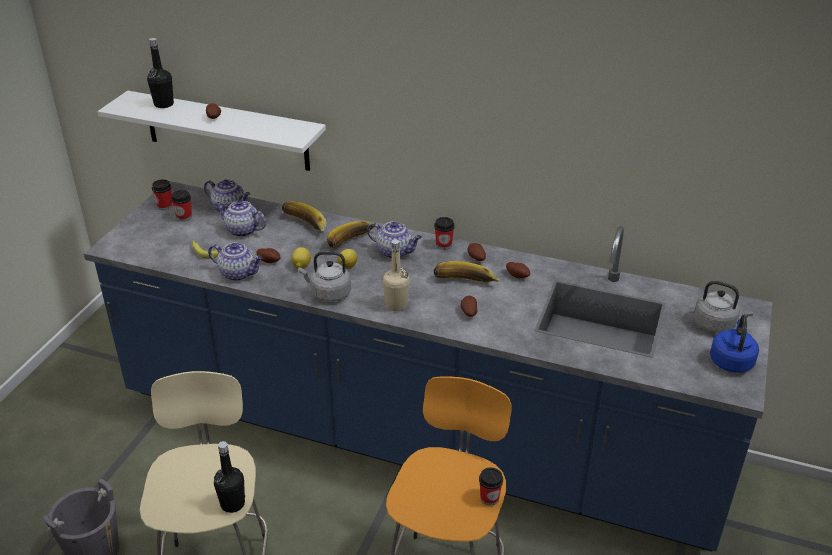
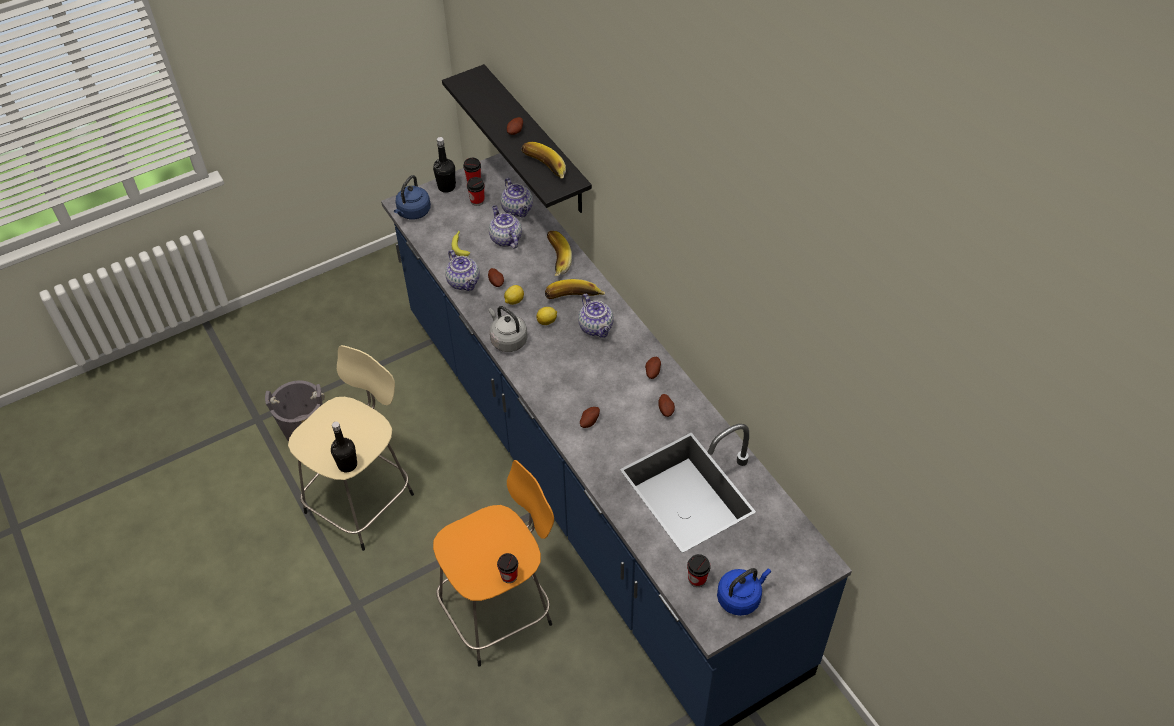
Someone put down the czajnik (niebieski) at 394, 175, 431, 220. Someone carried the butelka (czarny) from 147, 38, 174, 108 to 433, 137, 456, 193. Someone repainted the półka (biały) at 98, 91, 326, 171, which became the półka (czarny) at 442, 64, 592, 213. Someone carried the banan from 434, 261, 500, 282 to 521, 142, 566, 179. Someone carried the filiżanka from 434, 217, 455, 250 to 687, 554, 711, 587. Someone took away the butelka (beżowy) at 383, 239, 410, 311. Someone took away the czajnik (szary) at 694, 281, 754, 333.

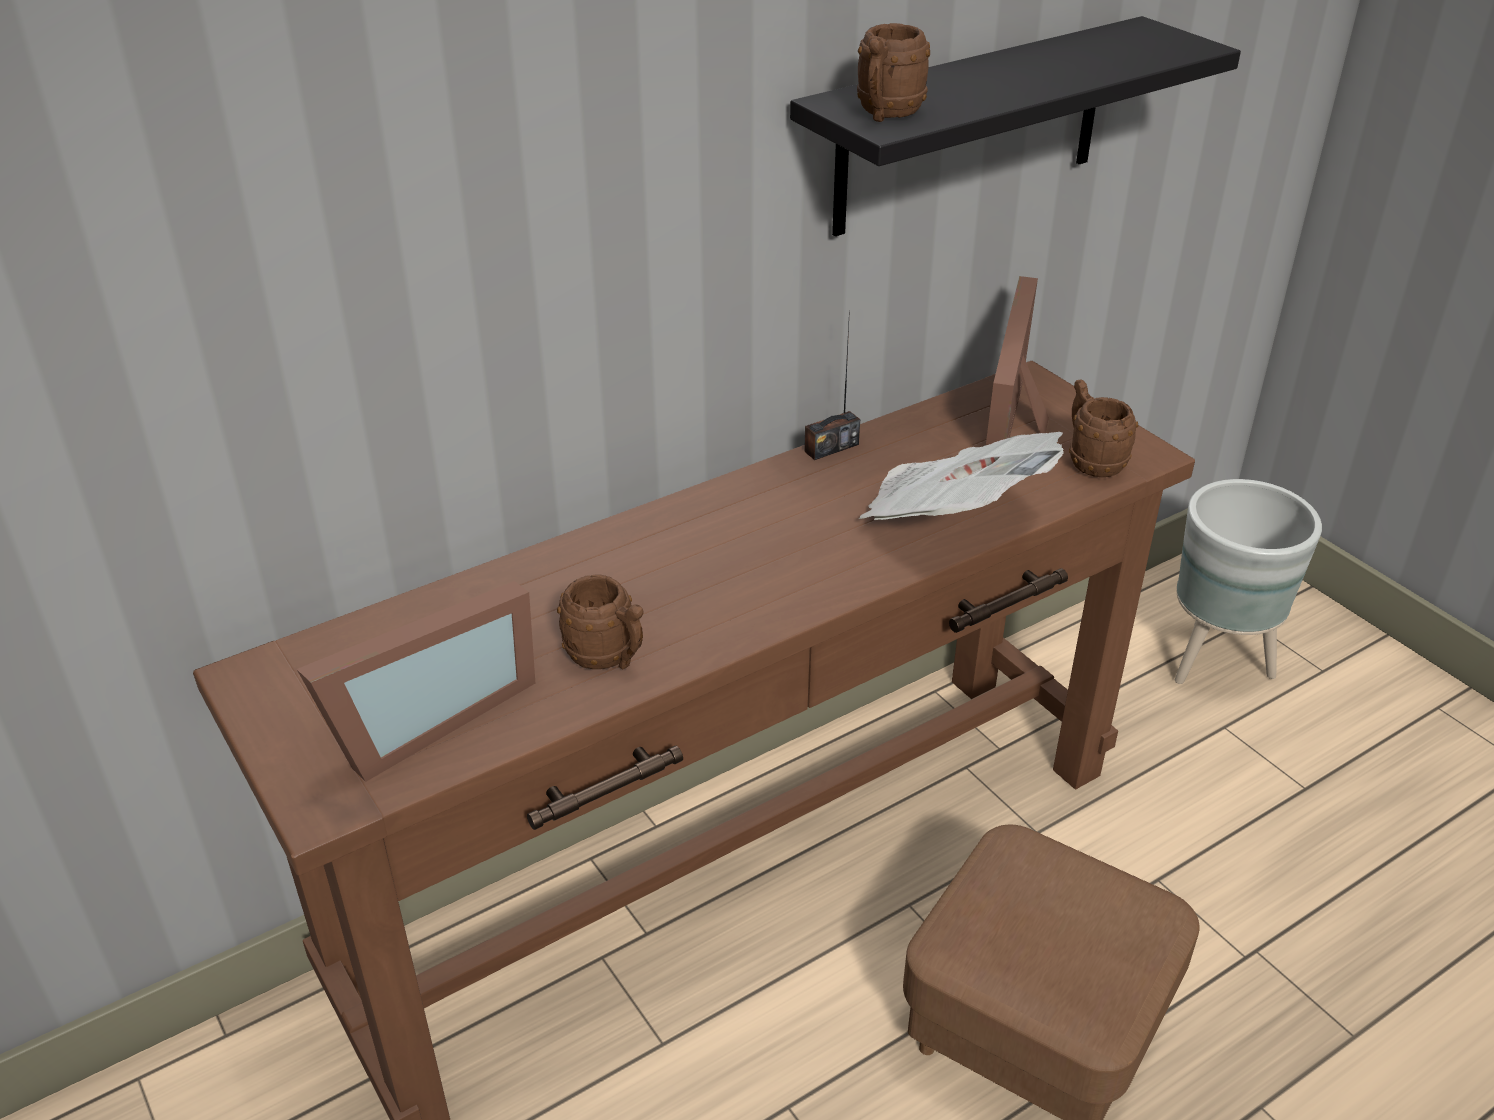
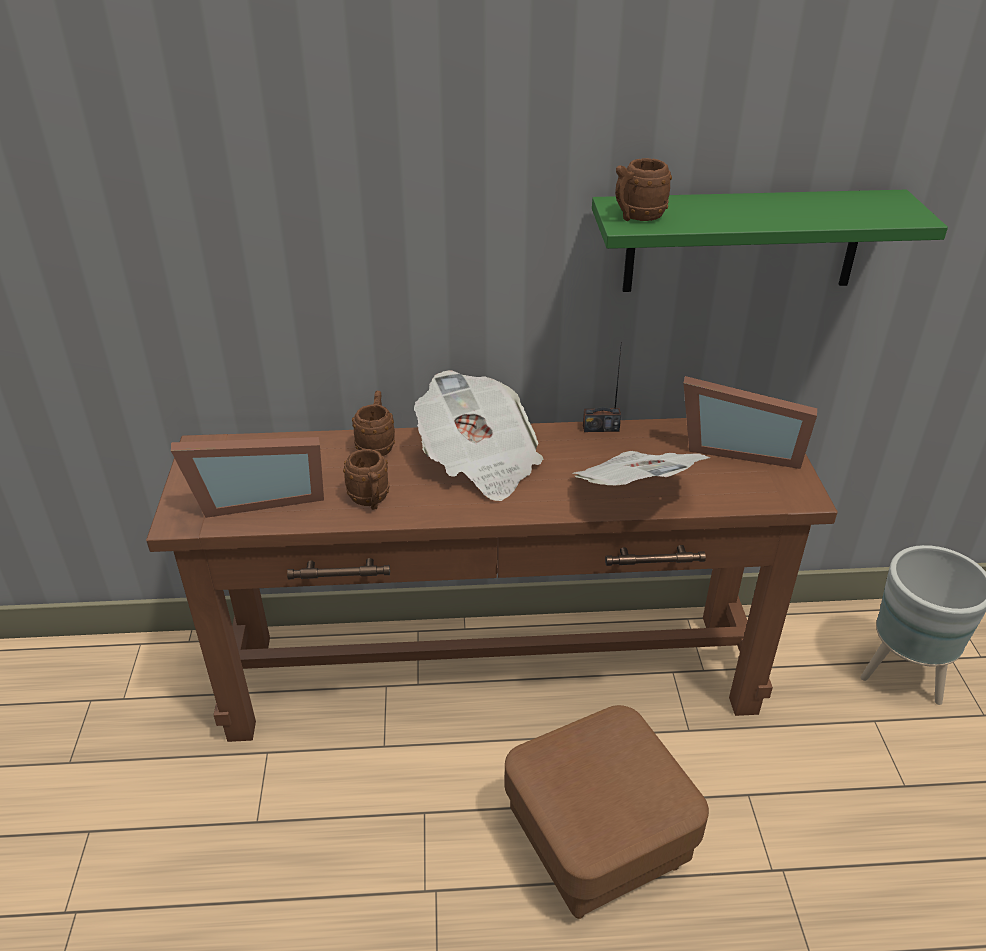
Someone carried the kubek (brązowy) from 1069, 379, 1138, 477 to 352, 391, 395, 456. Someone put down the gazeta at 414, 370, 543, 501. Someone repainted the półka (czarny) at 790, 16, 1241, 236, which became the półka (zielony) at 592, 190, 948, 292. Someone rotated the ramka na zdjęcie at 986, 276, 1049, 445 by 120 degrees counterclockwise.

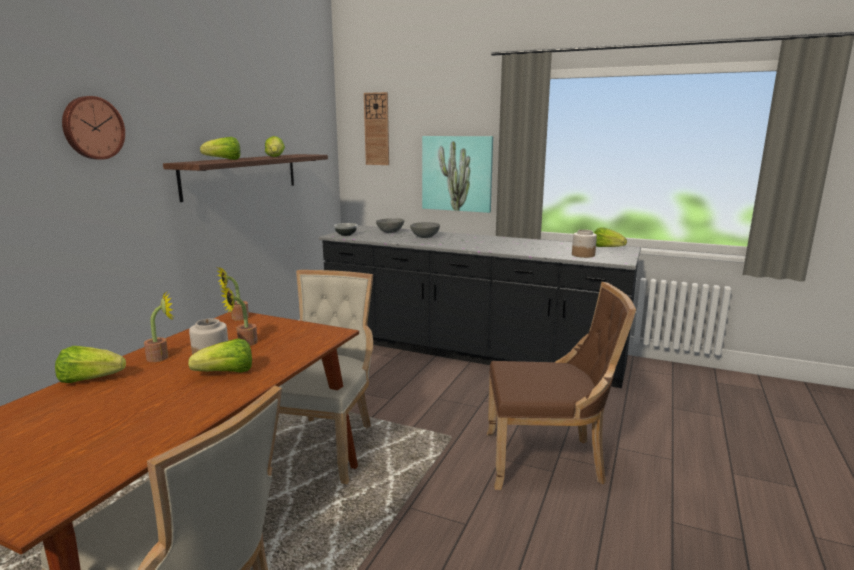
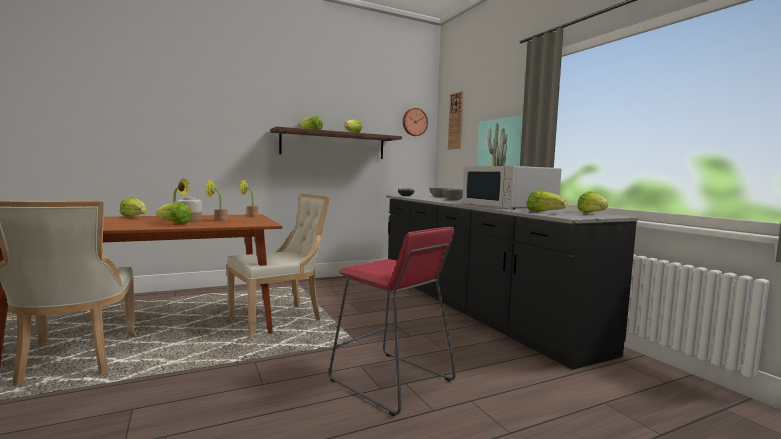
Someone swapped the krzesło (brązowy) at 487, 282, 636, 490 for the stołek (czerwony) at 329, 227, 456, 416. Someone carried the zegar ścienny from 62, 96, 125, 160 to 403, 108, 428, 136. Someone put down the mikrofalówka (biały) at 462, 166, 561, 210. Someone swapped the słoik at 572, 230, 597, 258 for the sałata at 527, 190, 567, 212.

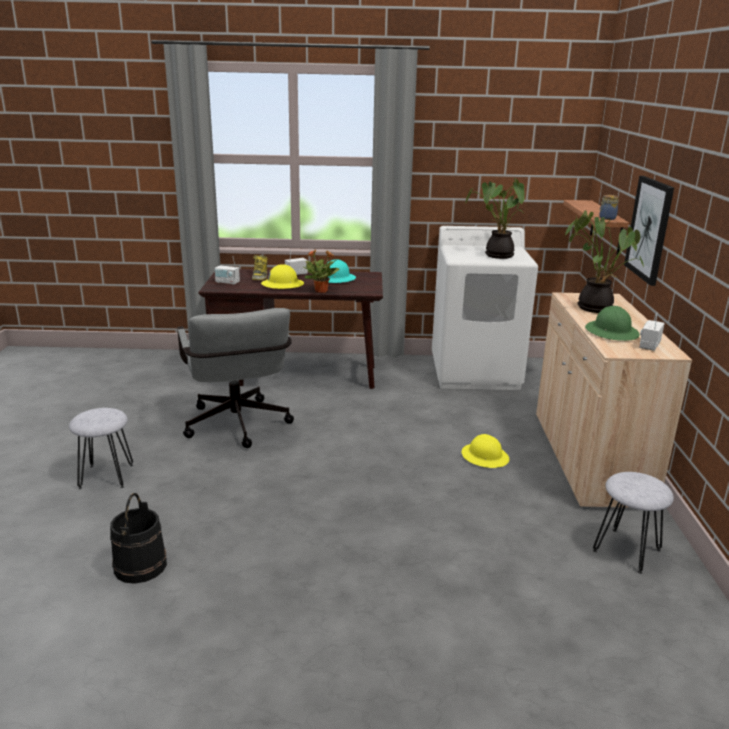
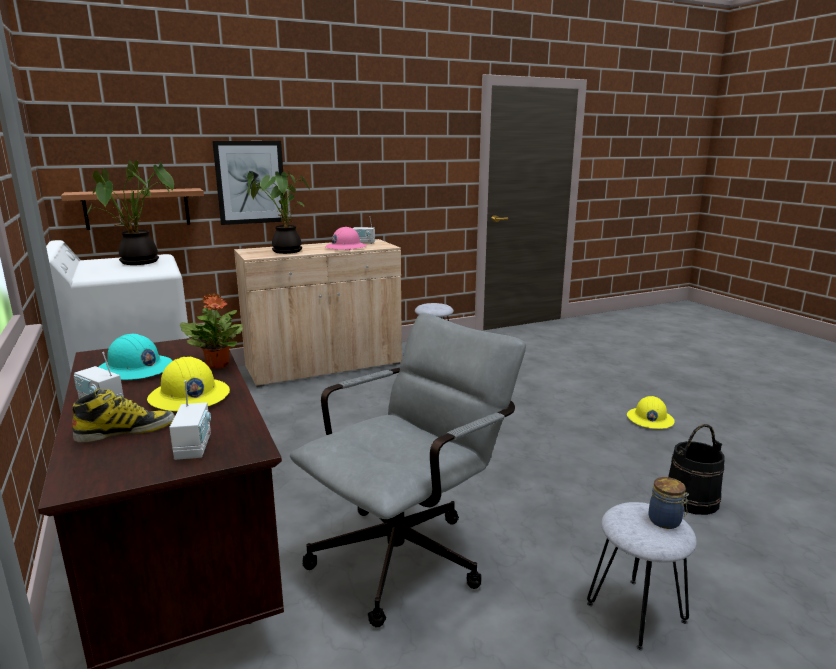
Someone repainted the kask (zielony) at 585, 306, 640, 341, which became the kask (różowy) at 325, 227, 367, 250. Someone carried the kask (żółty) from 461, 434, 509, 468 to 627, 396, 675, 429. Someone carried the słoik from 599, 195, 619, 220 to 649, 477, 689, 529.

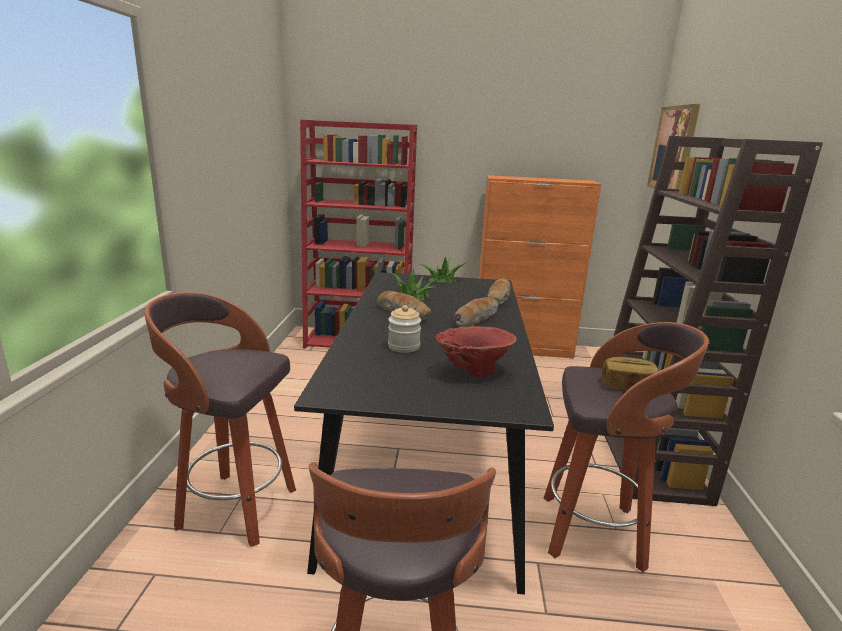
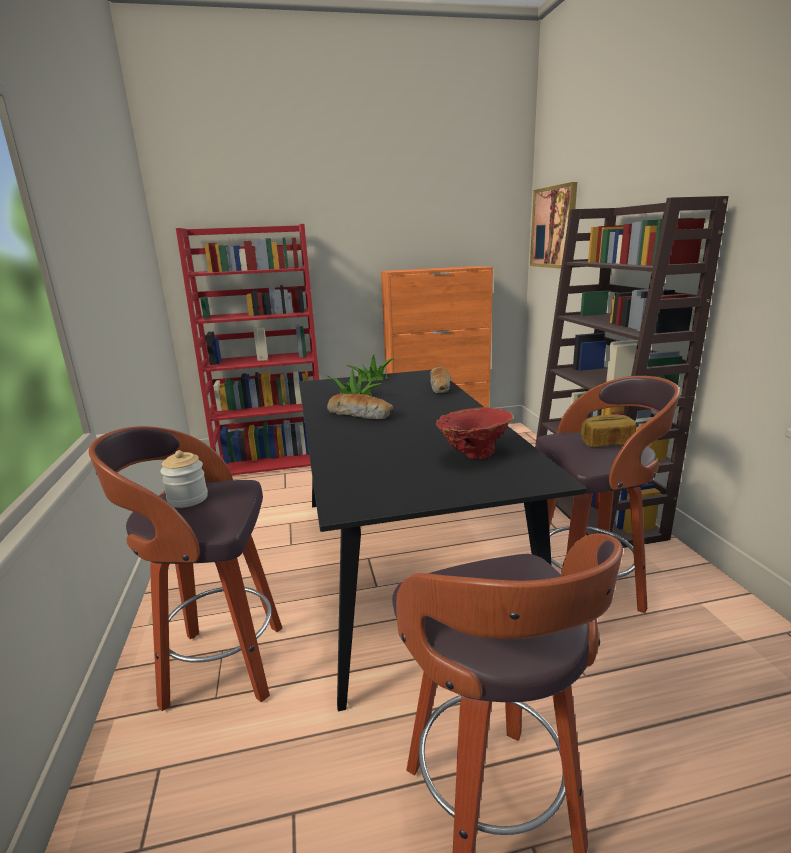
Someone carried the słoik from 388, 305, 421, 353 to 160, 450, 208, 508. Someone took away the chleb at 454, 297, 498, 327.

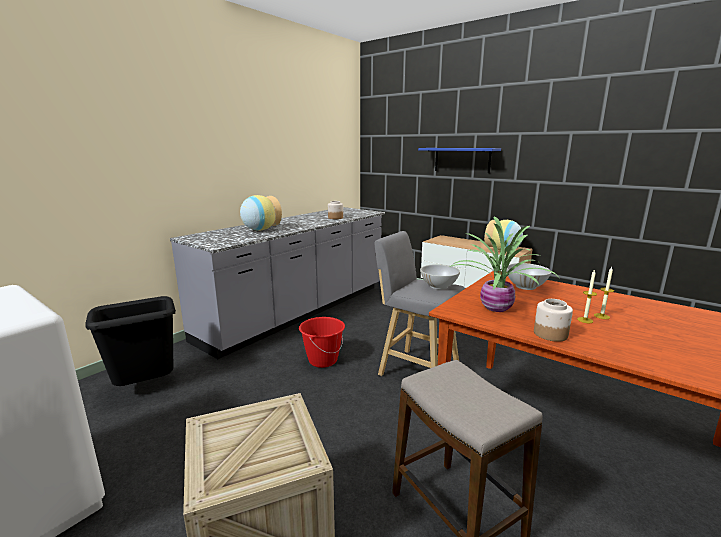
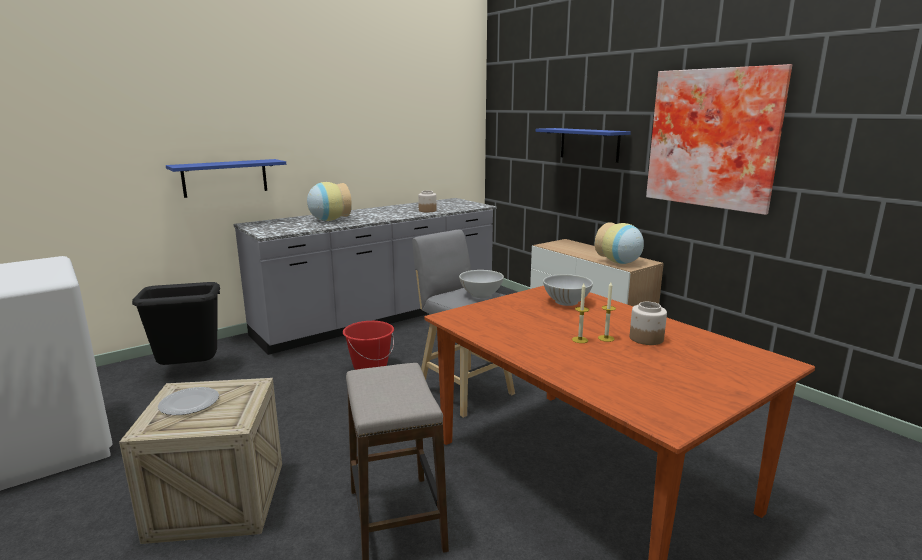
Someone put down the talerz at 158, 387, 219, 415. Someone put up the półka (niebieski) at 166, 159, 286, 198. Someone carried the słoik from 534, 299, 573, 342 to 630, 302, 667, 345. Someone put up the obraz at 646, 64, 792, 215. Someone took away the roślina doniczkowa at 450, 217, 558, 312.

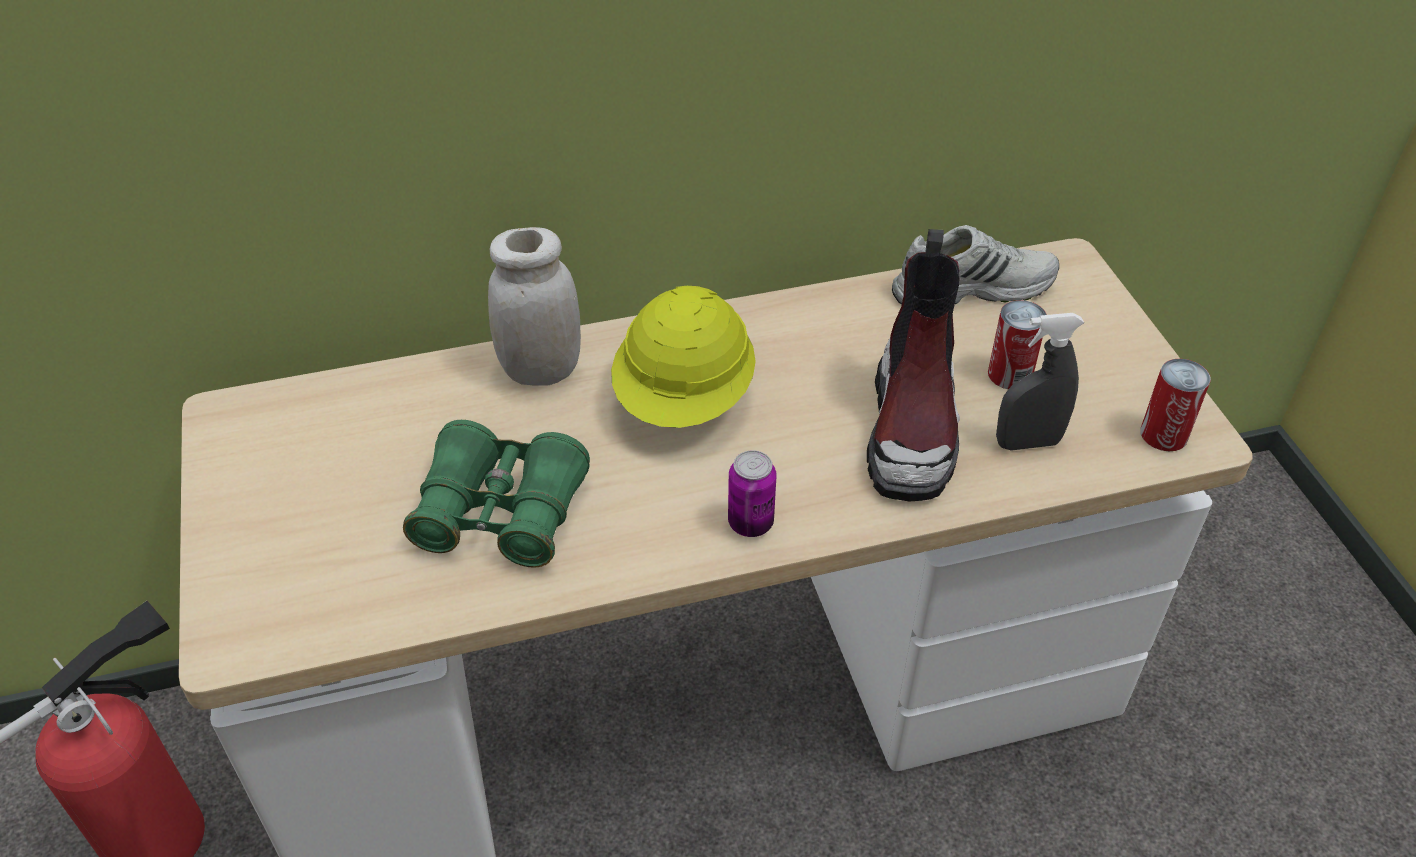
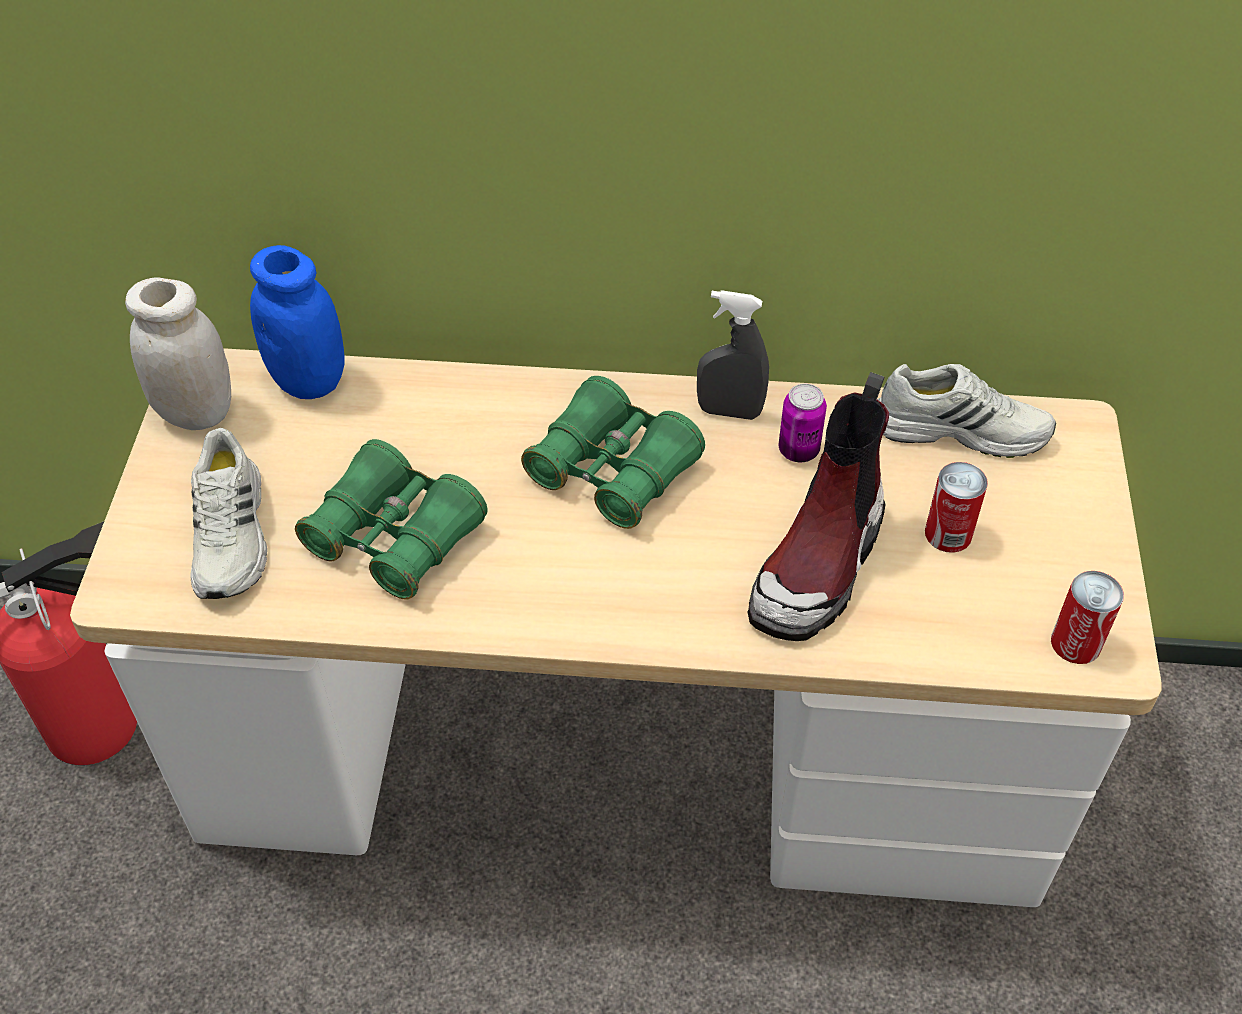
Someone carried the słoik (biały) from 488, 227, 581, 386 to 125, 277, 231, 430. Someone put down the but (biały) at 190, 428, 267, 599. Someone put down the słoik (niebieski) at 250, 245, 345, 399. Someone swapped the kask (żółty) at 611, 286, 756, 428 for the lornetka (zielony) at 521, 376, 705, 529. Someone carried the spryskiwacz (szary) from 996, 313, 1084, 451 to 697, 290, 769, 420. Someone carried the puszka from 728, 450, 777, 537 to 779, 384, 827, 462.

